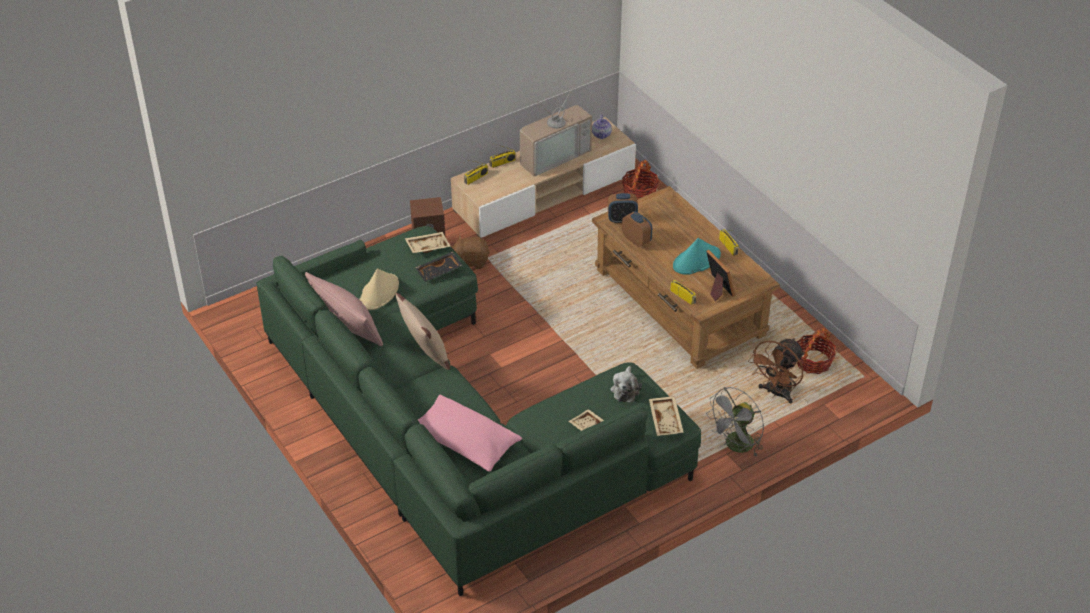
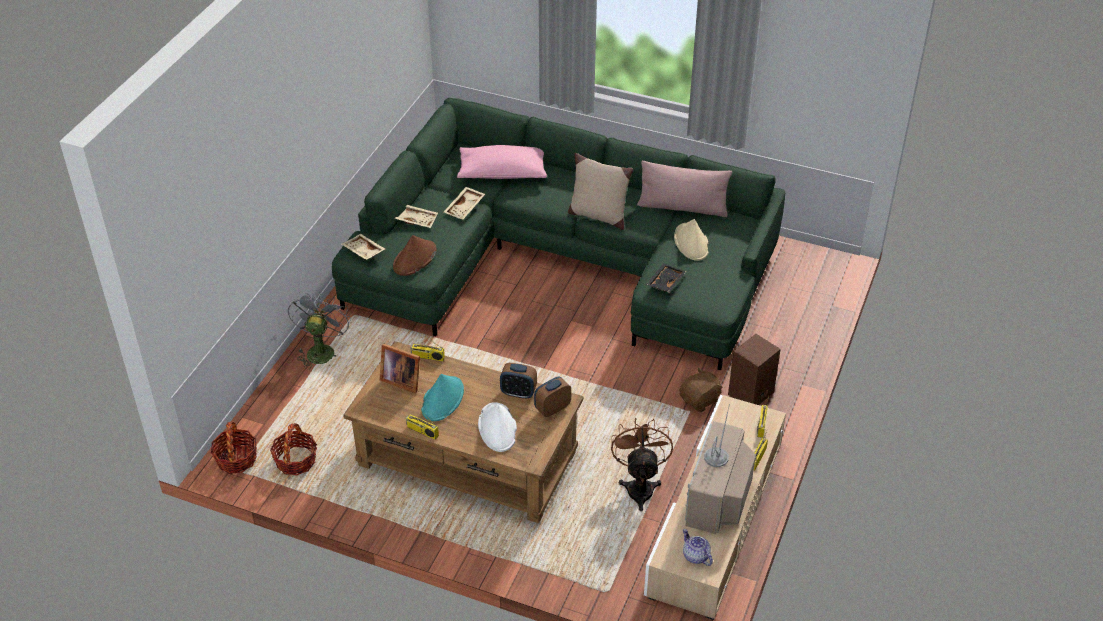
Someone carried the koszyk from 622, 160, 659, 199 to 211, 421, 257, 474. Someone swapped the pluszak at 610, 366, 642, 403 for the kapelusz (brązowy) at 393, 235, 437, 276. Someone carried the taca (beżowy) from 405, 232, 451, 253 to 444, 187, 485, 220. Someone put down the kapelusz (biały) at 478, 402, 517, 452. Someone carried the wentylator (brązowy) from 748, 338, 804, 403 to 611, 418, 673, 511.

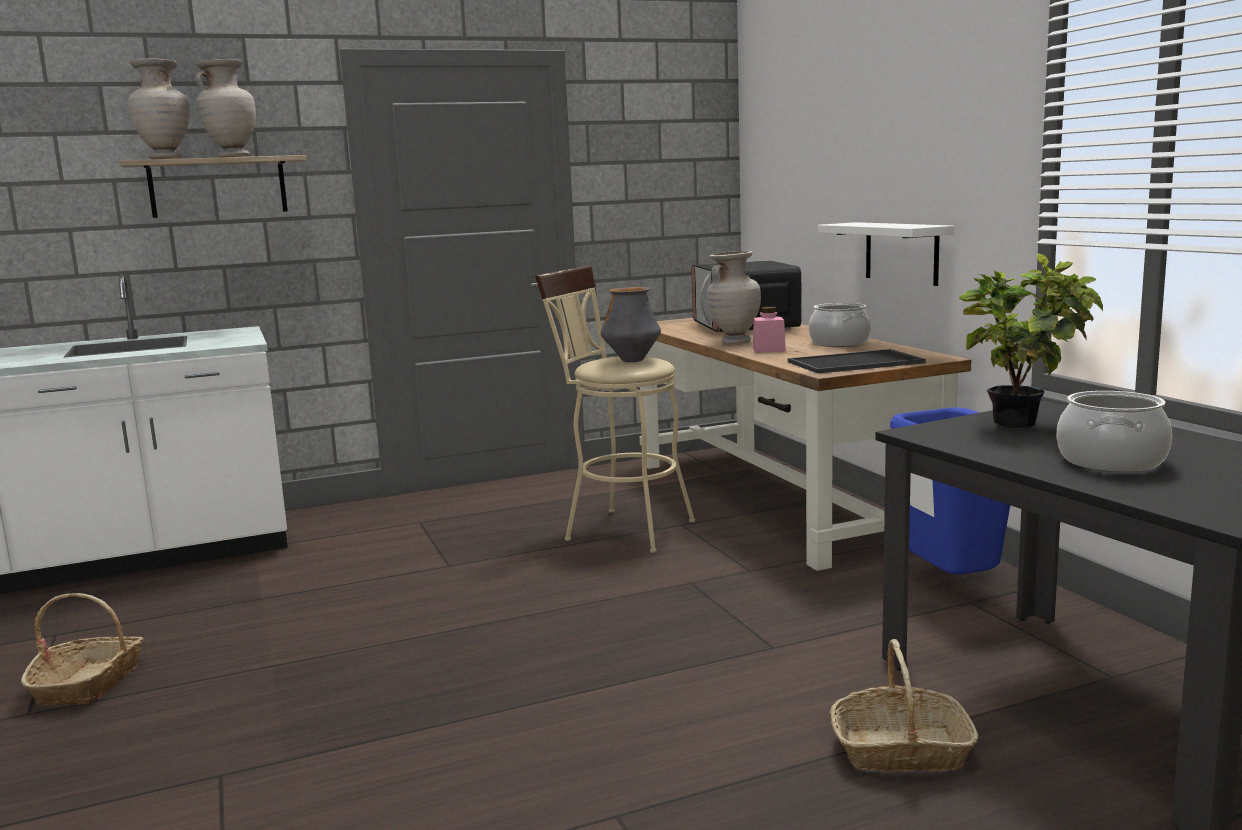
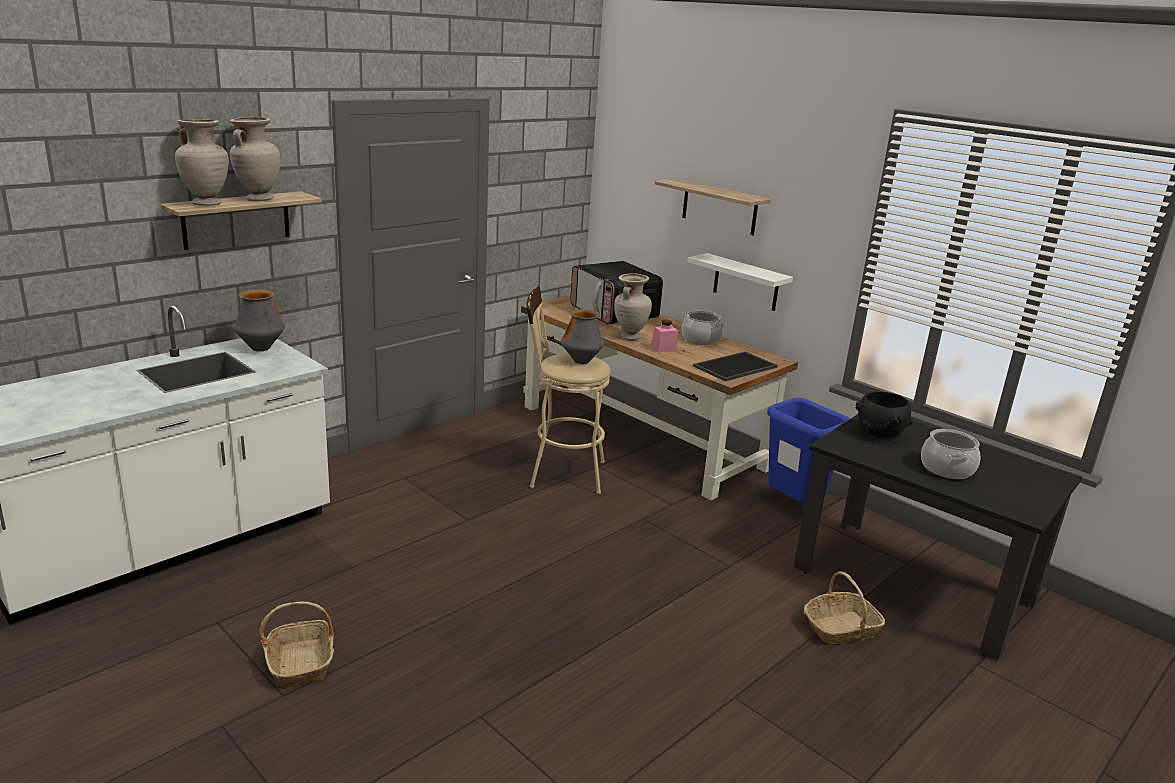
Someone put down the wazon at 234, 290, 285, 351. Someone put up the półka at 655, 179, 771, 235. Someone swapped the roślina doniczkowa at 959, 254, 1103, 428 for the miska (czarny) at 856, 391, 913, 438.

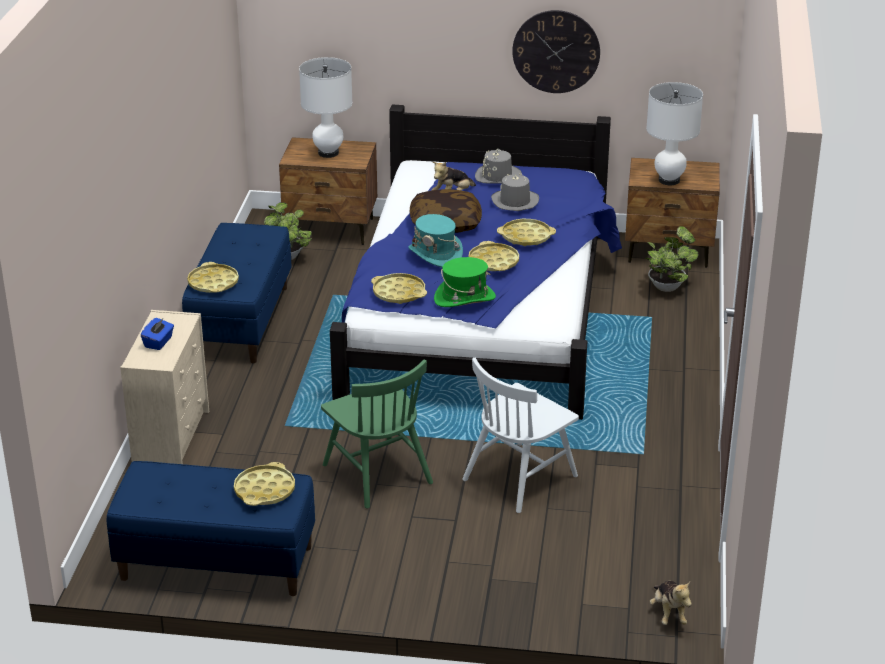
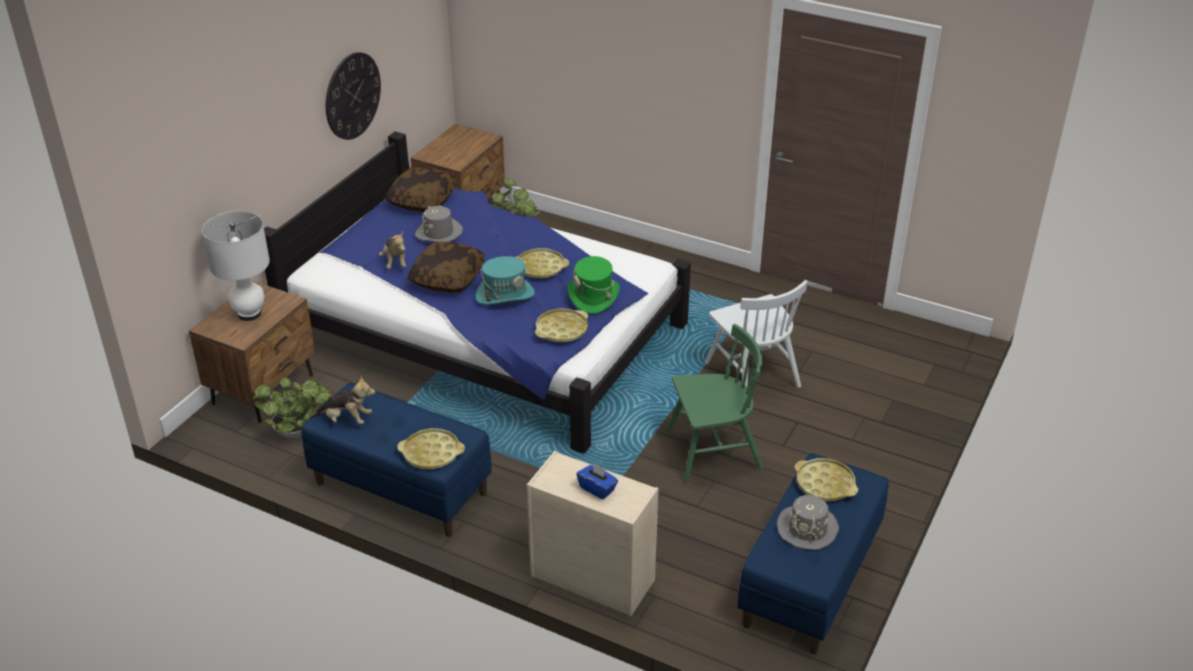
Someone carried the pluszak from 650, 581, 692, 625 to 311, 375, 375, 424. Someone put down the poduszka at 385, 167, 457, 212. Someone carried the kapelusz (szary) from 475, 149, 522, 184 to 777, 495, 839, 550. Someone took away the taca (żółty) at 497, 219, 556, 246. Someone took away the lampa stołowa (biały) at 646, 82, 703, 185.

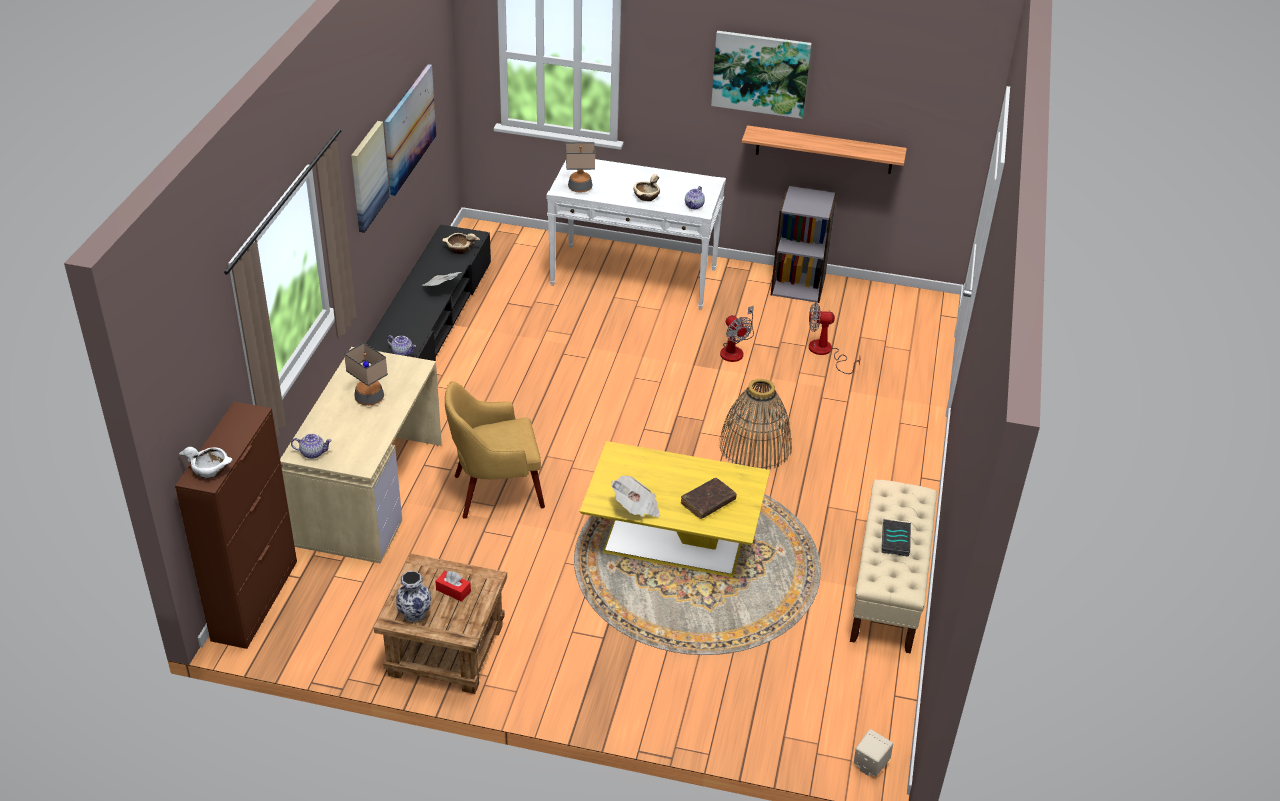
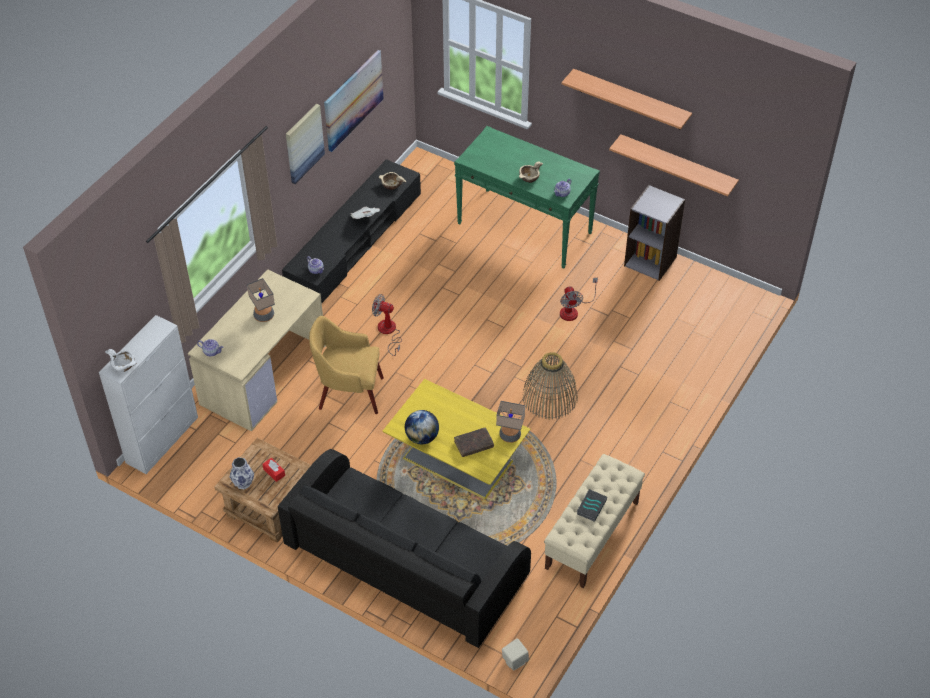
Someone repainted the szafka (brązowy) at 175, 402, 297, 649, which became the szafka (biały) at 99, 315, 198, 474. Someone put down the kanapa (czarny) at 278, 449, 531, 648. Someone carried the wentylator from 809, 303, 861, 374 to 372, 294, 402, 356. Someone swapped the gazeta at 611, 476, 660, 517 for the globus at 405, 410, 439, 444. Someone repainted the stolik konsolowy (biały) at 546, 159, 726, 310, which became the stolik konsolowy (zielony) at 454, 126, 600, 269. Someone carried the lampa stołowa from 566, 142, 595, 193 to 496, 401, 525, 443. Someone swapped the obraz at 711, 31, 812, 119 for the półka at 561, 69, 692, 130.

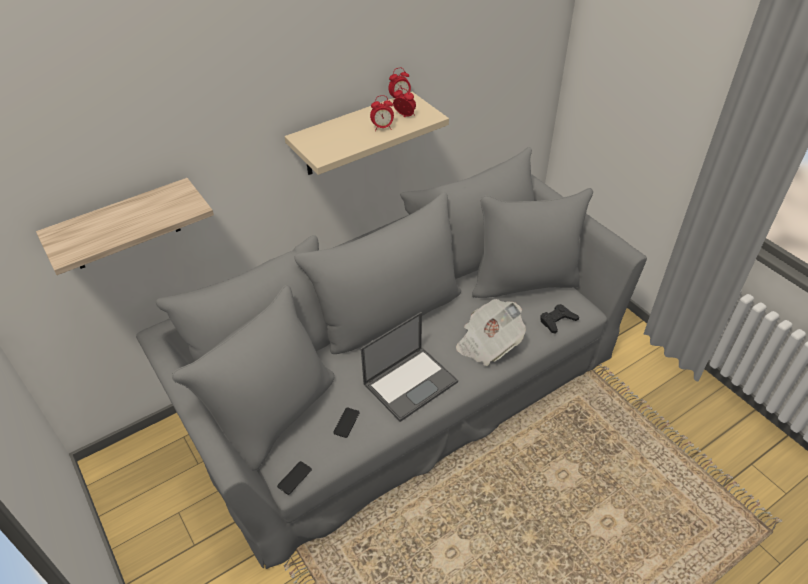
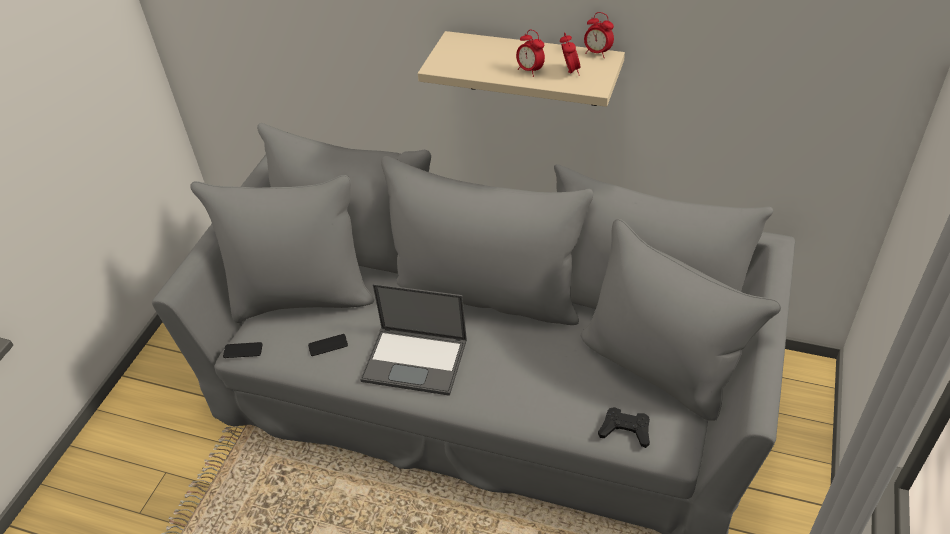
Someone took away the półka at 36, 178, 214, 275. Someone took away the gazeta at 456, 299, 526, 366.

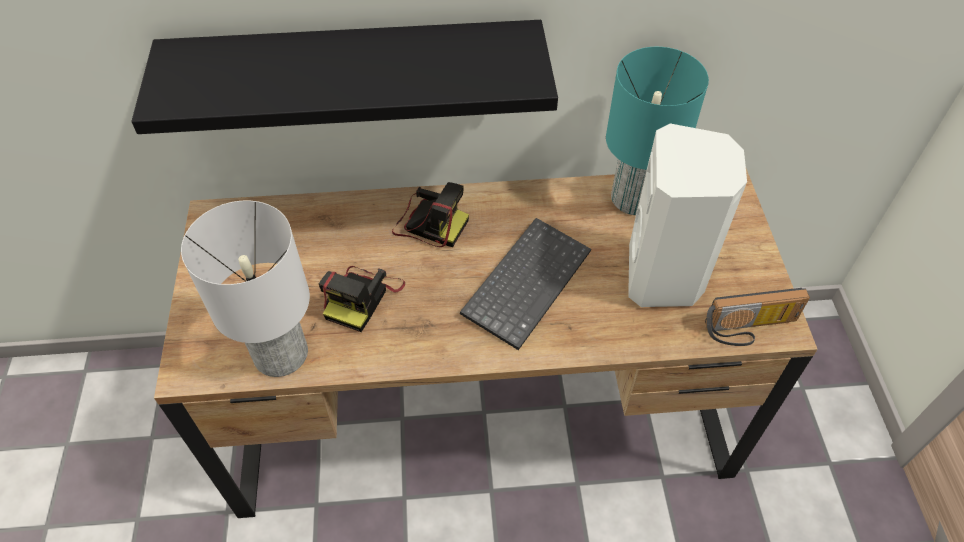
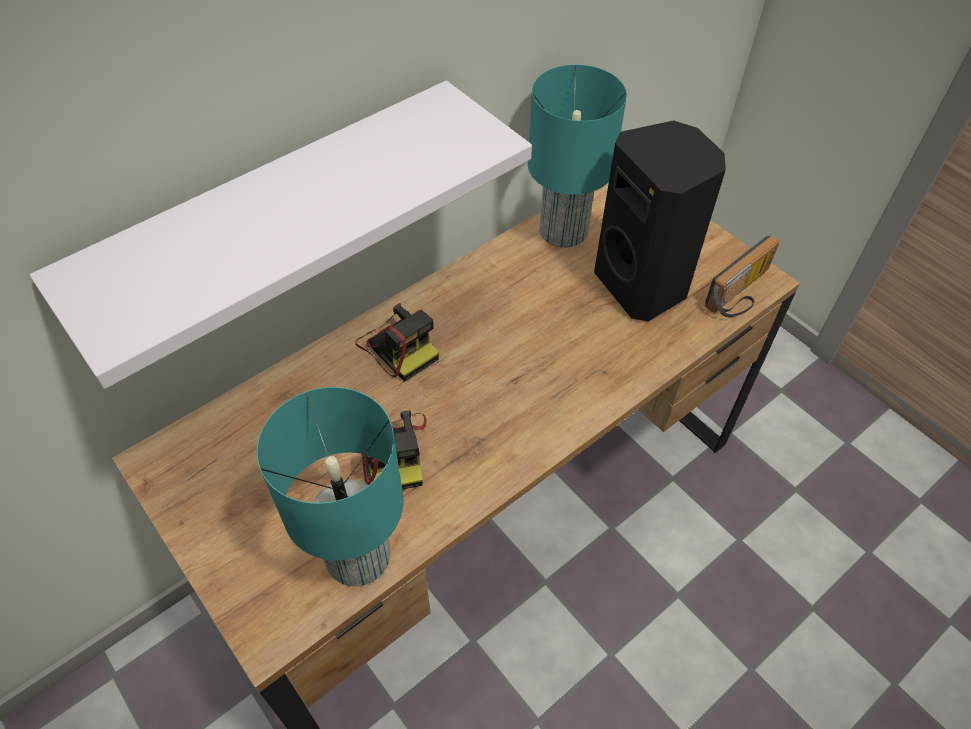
Someone repainted the półka (czarny) at 131, 20, 558, 134, which became the półka (biały) at 30, 81, 532, 389. Someone repainted the lampa stołowa (biały) at 181, 201, 310, 377, which became the lampa stołowa (turkusowy) at 257, 387, 404, 586. Someone rotated the aparat fotograficzny at 392, 182, 469, 247 by 60 degrees clockwise. Someone repainted the głośnik (biały) at 628, 124, 747, 307, which became the głośnik (czarny) at 594, 120, 726, 321. Someone took away the klawiatura at 460, 218, 591, 350.

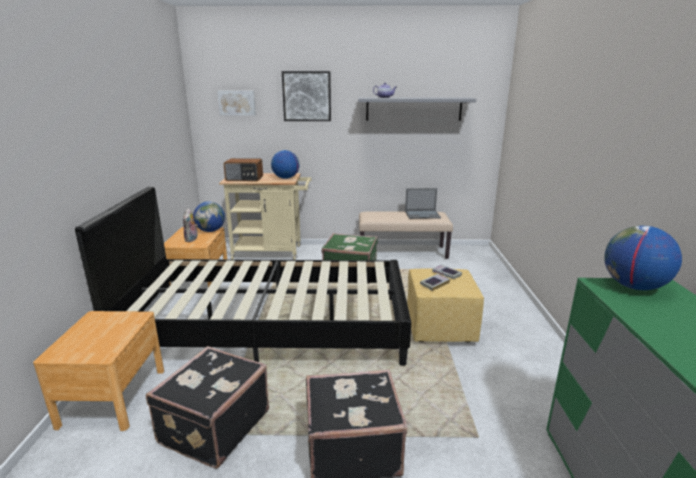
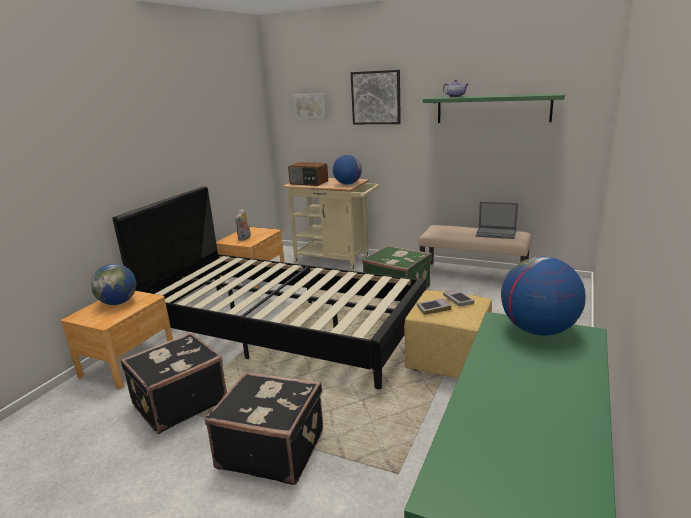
Someone carried the globus from 193, 201, 225, 232 to 91, 264, 136, 305. Someone repainted the półka (szary) at 358, 97, 476, 121, which became the półka (zielony) at 423, 93, 565, 123.

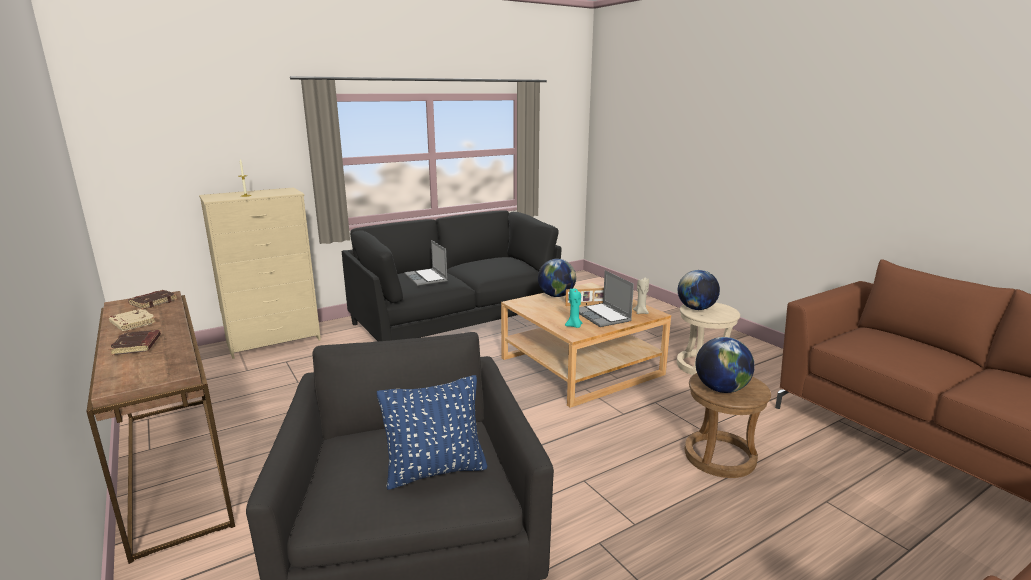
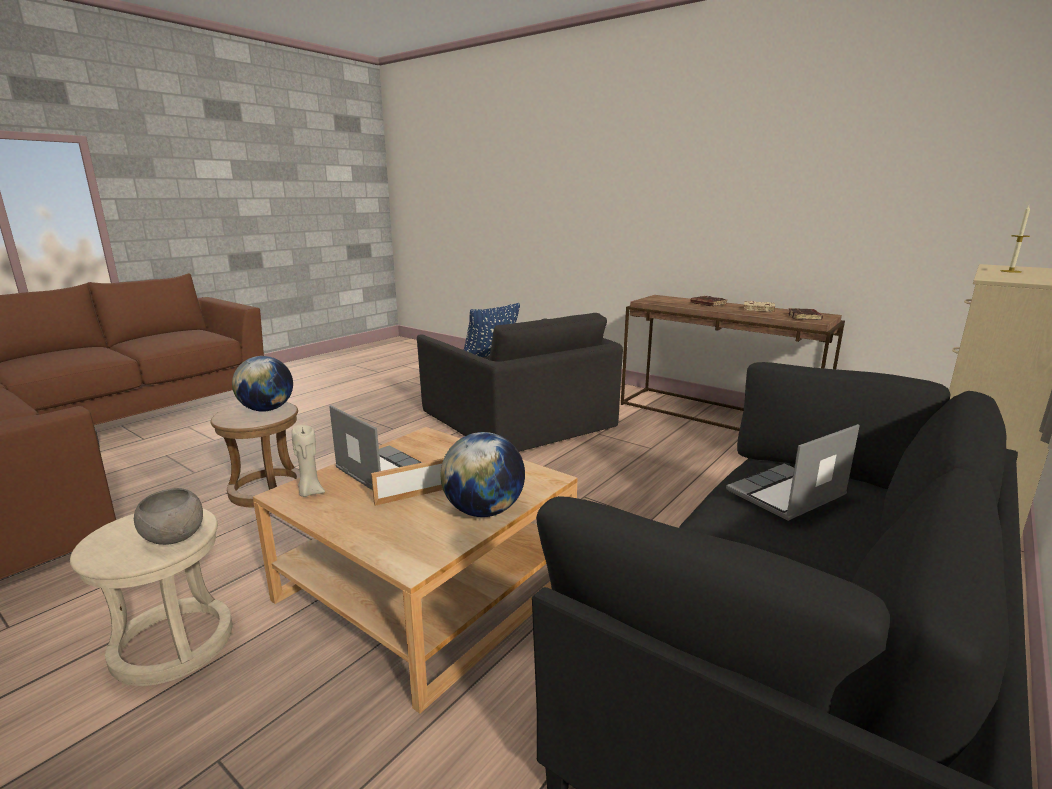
Someone swapped the globus at 678, 270, 720, 310 for the miska (szary) at 134, 488, 203, 545. Someone rotated the laptop at 404, 240, 448, 286 by 75 degrees counterclockwise. Someone took away the świeca (turkusowy) at 565, 289, 582, 328.

